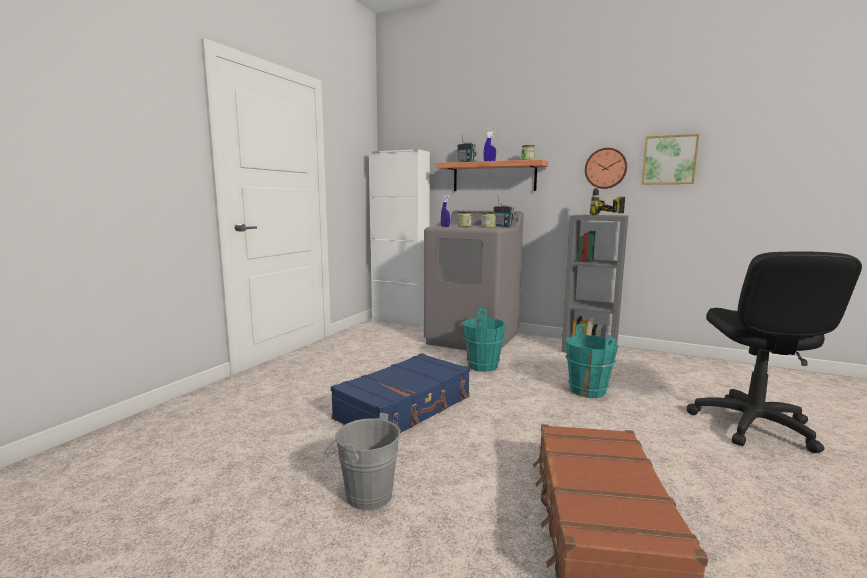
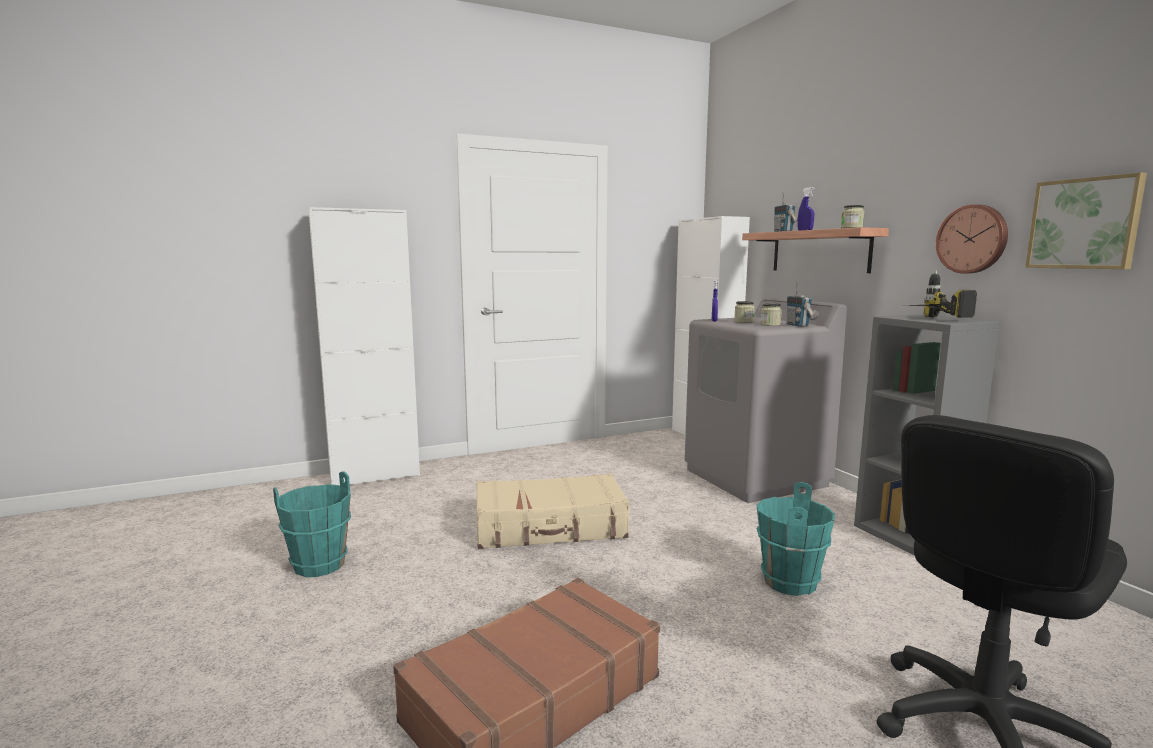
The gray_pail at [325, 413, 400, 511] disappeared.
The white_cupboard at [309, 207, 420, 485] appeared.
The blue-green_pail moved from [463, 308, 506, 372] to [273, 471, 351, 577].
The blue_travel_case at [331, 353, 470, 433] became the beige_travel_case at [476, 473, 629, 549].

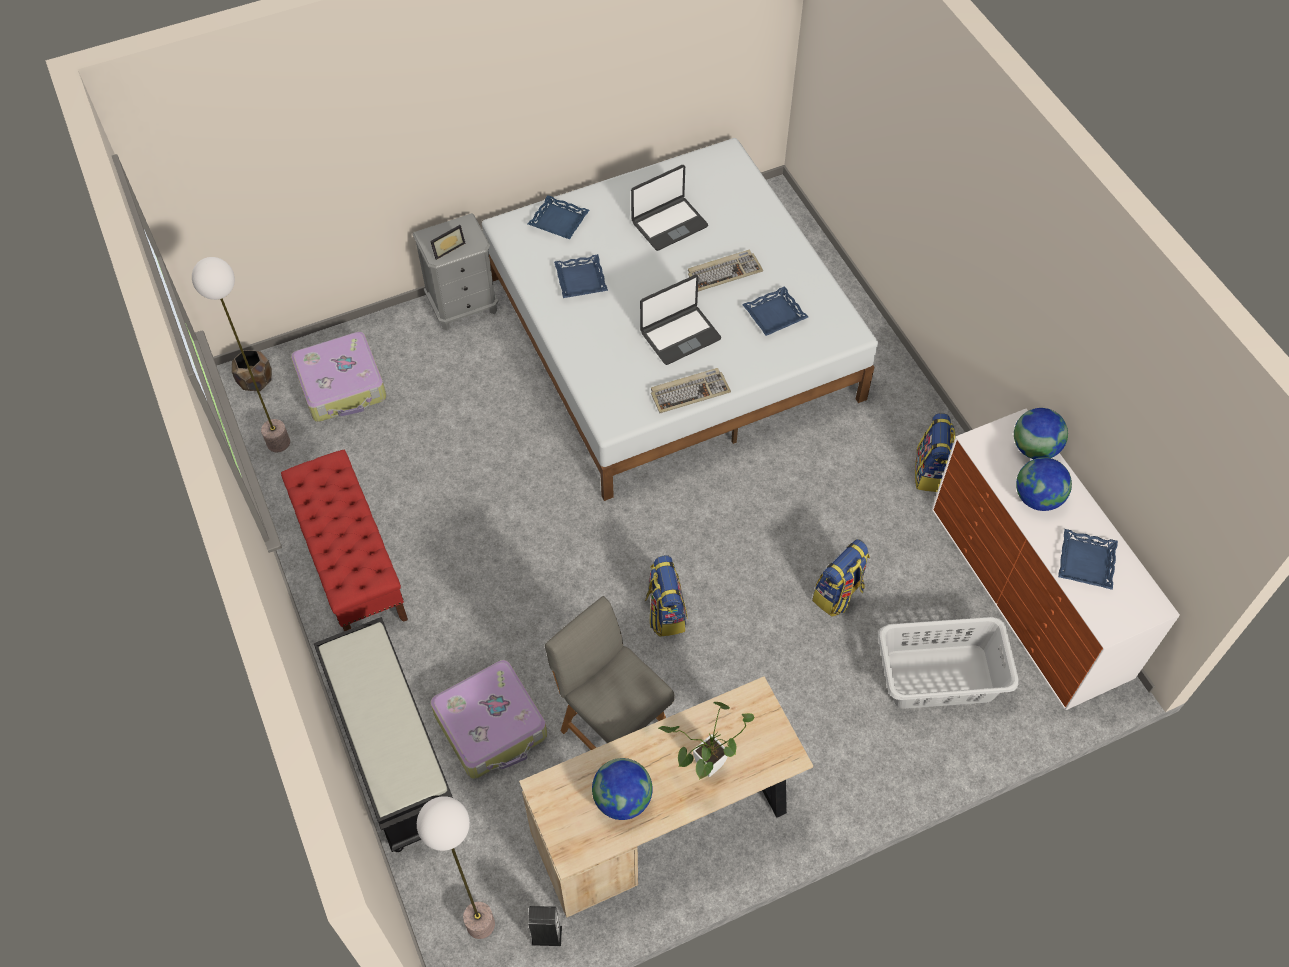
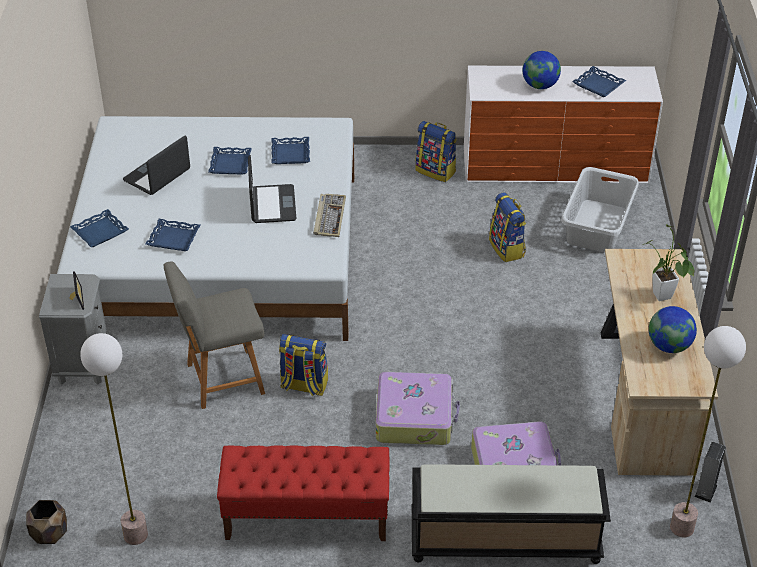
The globe at [1014, 408, 1068, 459] disappeared.
The travel_case moved from [291, 332, 387, 422] to [376, 372, 460, 445].
The gray_plain_chair moved from [545, 596, 675, 750] to [164, 261, 265, 409].
The knapsack moved from [645, 555, 687, 637] to [279, 334, 328, 396].
The PC_keyboard at [688, 250, 763, 292] was replaced by the blue_serving_tray at [208, 147, 252, 175].
The laptop at [631, 165, 708, 251] turned 135 degrees counterclockwise.

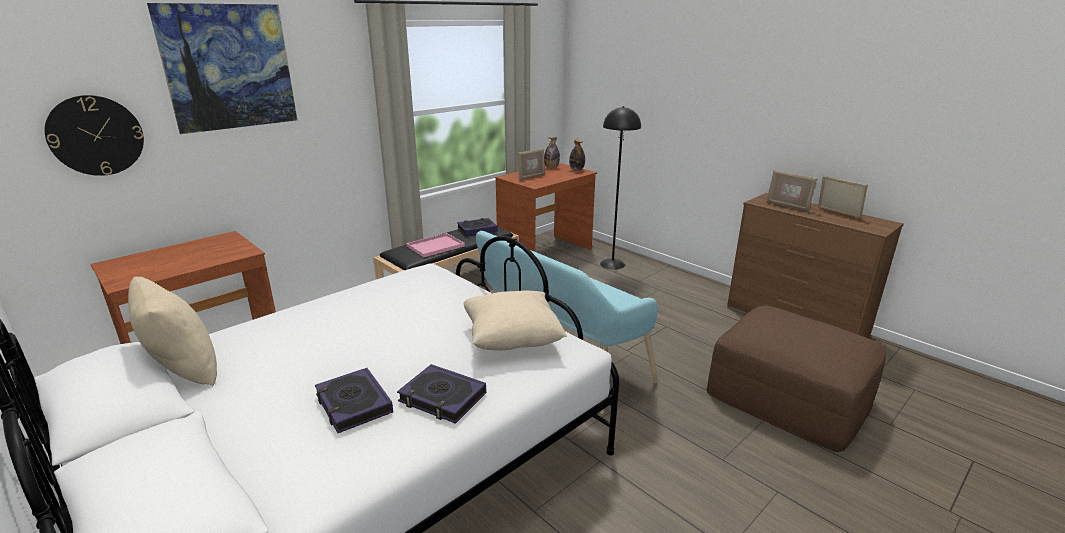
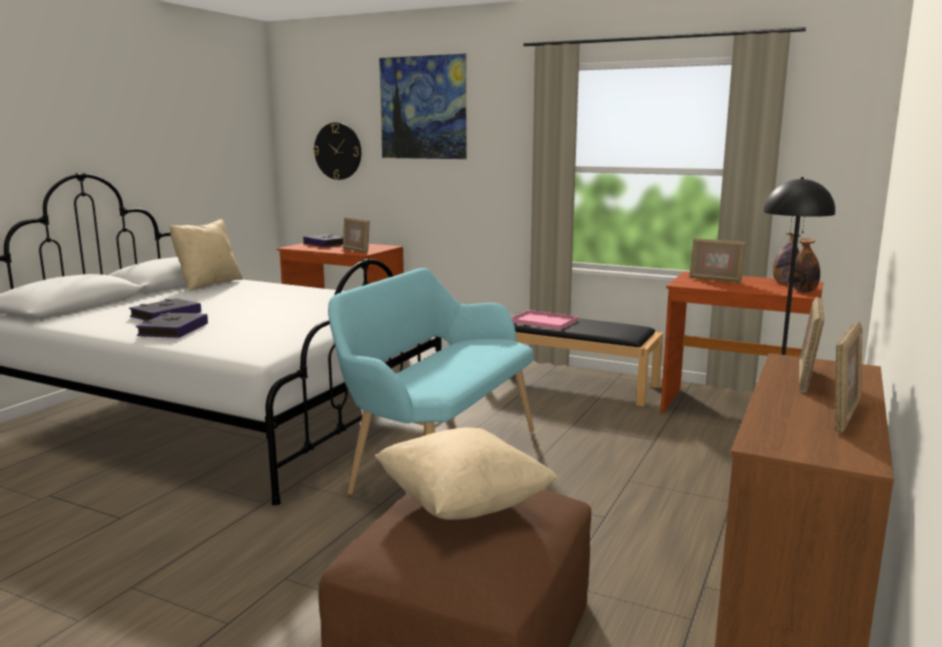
The picture_frame at [343, 217, 370, 253] appeared.
The volume moved from [457, 218, 498, 236] to [303, 234, 343, 247].
The beige_throw_pillow moved from [464, 291, 567, 351] to [375, 428, 558, 520].

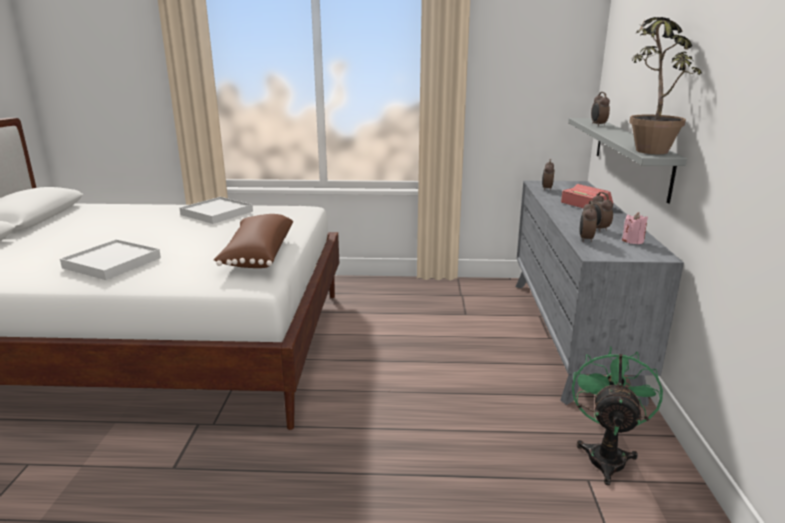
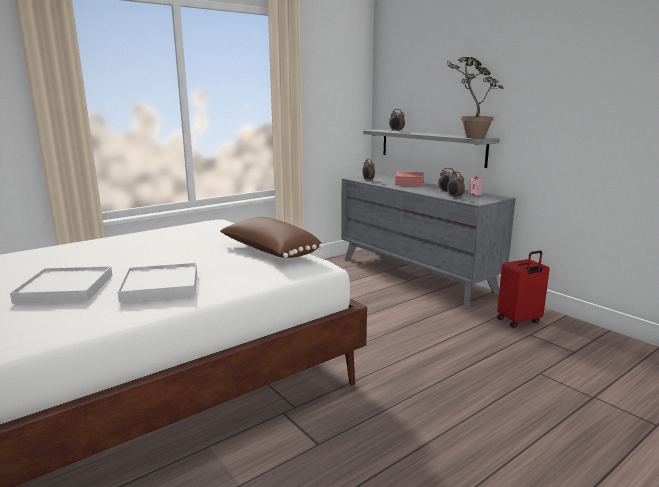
The white_serving_tray moved from [180, 197, 253, 224] to [10, 266, 112, 304].
The green_fan at [572, 346, 663, 485] was replaced by the red-coloured_travel_case at [497, 251, 550, 328].

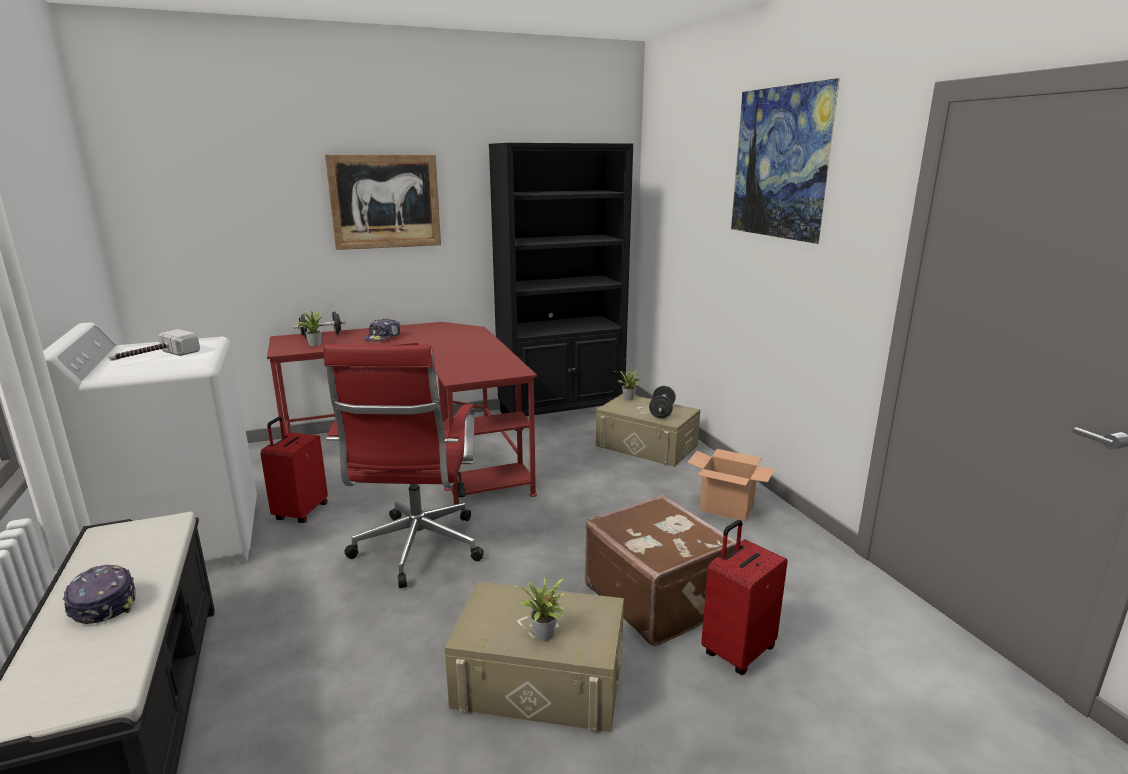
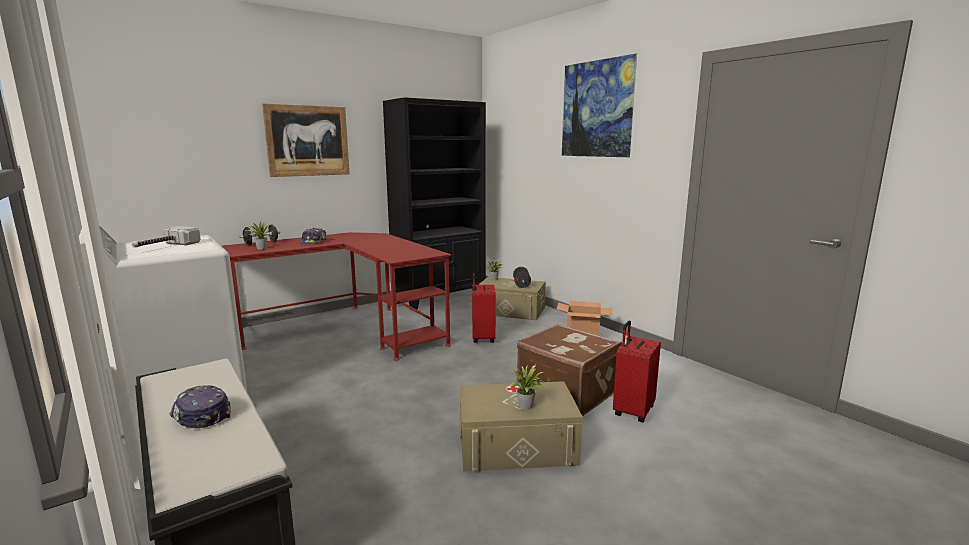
The red-coloured_computer_chair at [323, 344, 484, 588] disappeared.
The red-coloured_travel_case moved from [260, 417, 328, 523] to [472, 273, 496, 343].

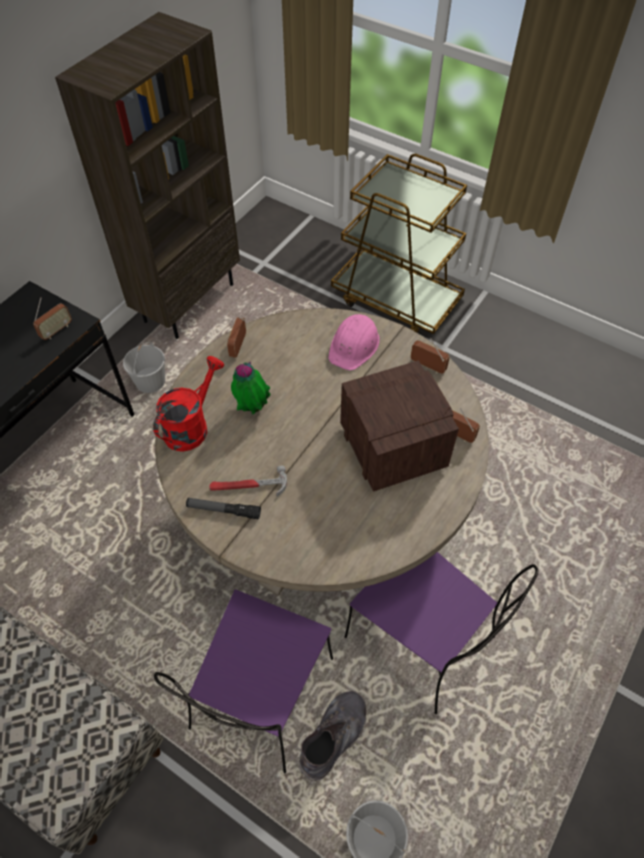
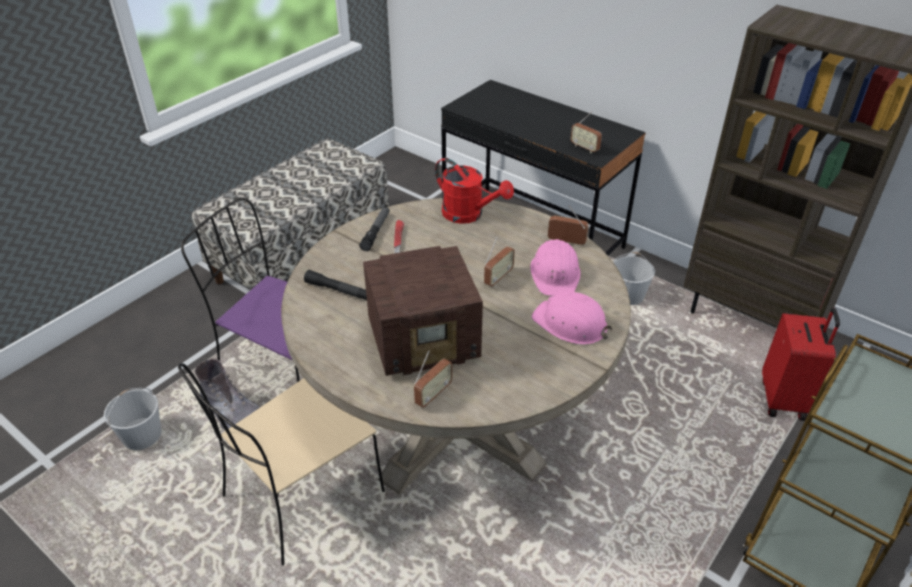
The houseplant at [231, 361, 271, 415] disappeared.
The black_torch at [304, 270, 367, 300] appeared.
The pinkish_safety_helmet at [530, 239, 581, 296] appeared.
The red-coloured_travel_case at [762, 308, 840, 421] appeared.
The radio_set moved from [411, 338, 450, 373] to [484, 236, 515, 286].
The purple-coloured_plain_chair at [345, 552, 538, 714] became the beige_plain_chair at [178, 363, 385, 566].

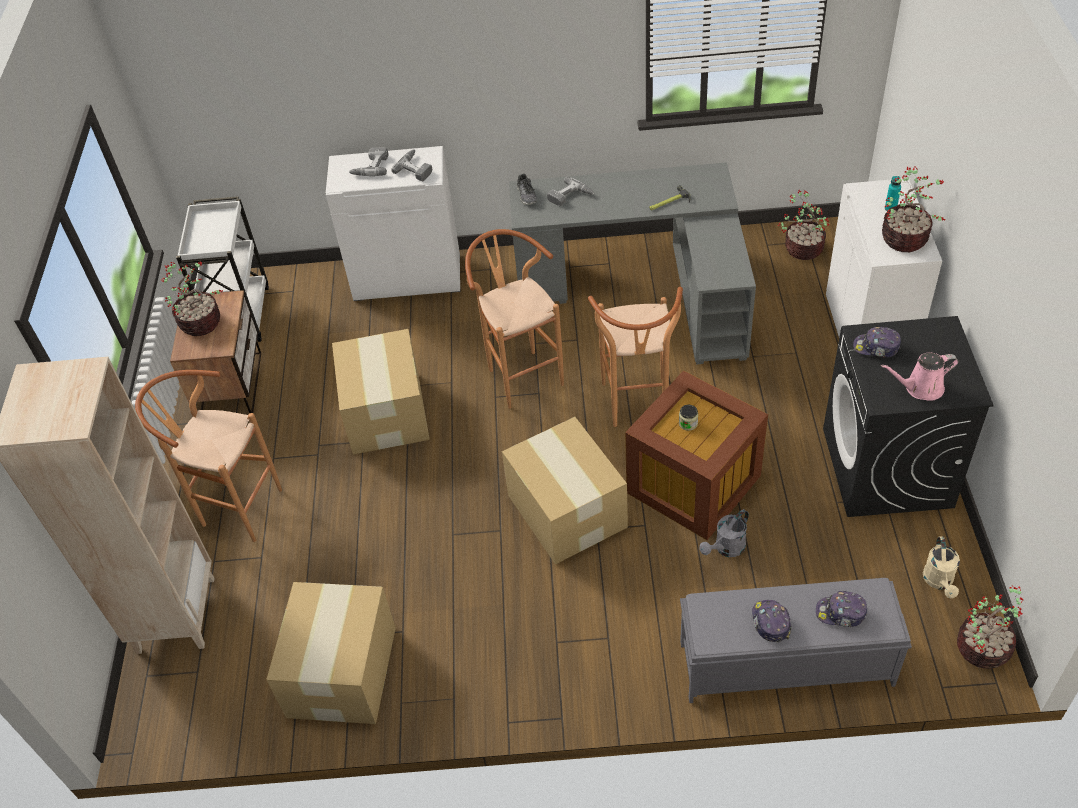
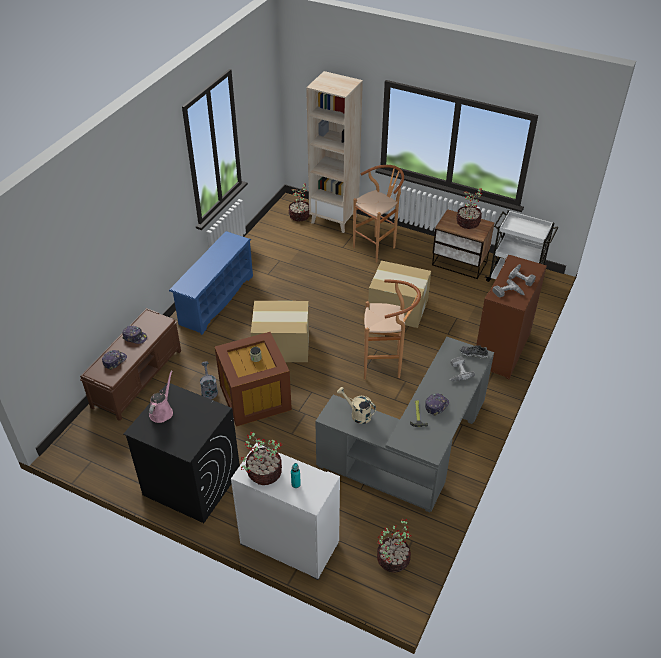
The cardboard_box at [266, 582, 396, 724] disappeared.
The brown-coloured_stool at [588, 287, 683, 427] disappeared.
The blue_shoe_stand at [169, 231, 253, 335] appeared.
The baseball_cap moved from [853, 327, 901, 358] to [425, 393, 449, 416].
The beige_watering_pot moved from [923, 536, 960, 598] to [337, 387, 376, 424].
The houseplant moved from [957, 585, 1023, 669] to [289, 183, 310, 222].
The white_cupboard at [326, 146, 461, 301] became the brown-coloured_cupboard at [476, 255, 547, 379].
The gray_indoor_bench at [680, 578, 912, 703] became the brown-coloured_indoor_bench at [80, 308, 181, 421].

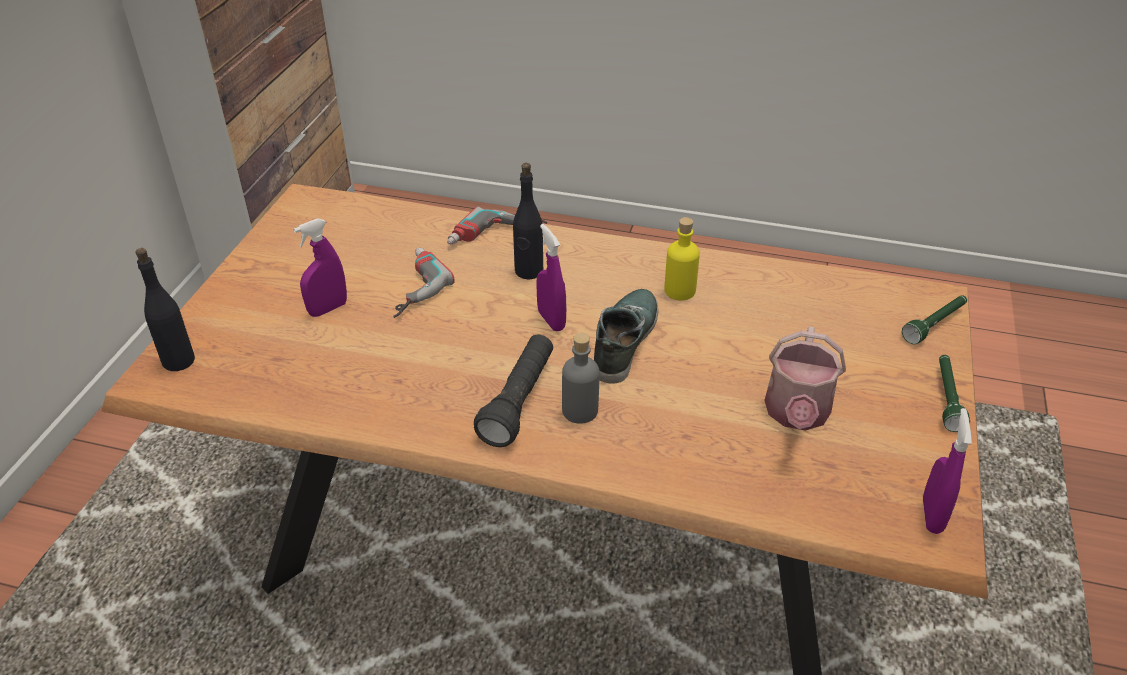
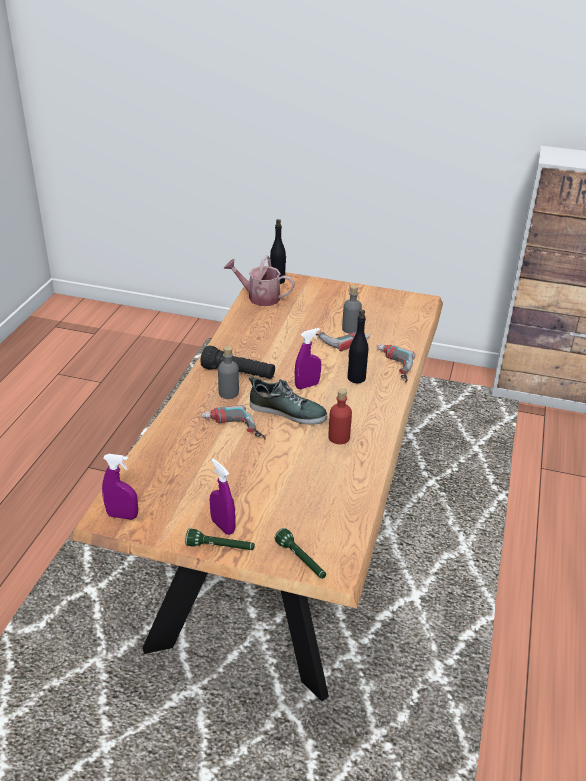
The power_drill at [201, 405, 266, 440] appeared.
The gray_drink_bottle at [342, 285, 362, 334] appeared.
The purple-coloured_sprayer moved from [293, 218, 347, 317] to [210, 459, 236, 535].
The watering_pot moved from [764, 326, 846, 431] to [224, 255, 295, 306].
The yellowish_drink_bottle at [664, 217, 700, 300] became the red-coloured_drink_bottle at [328, 388, 352, 444].

